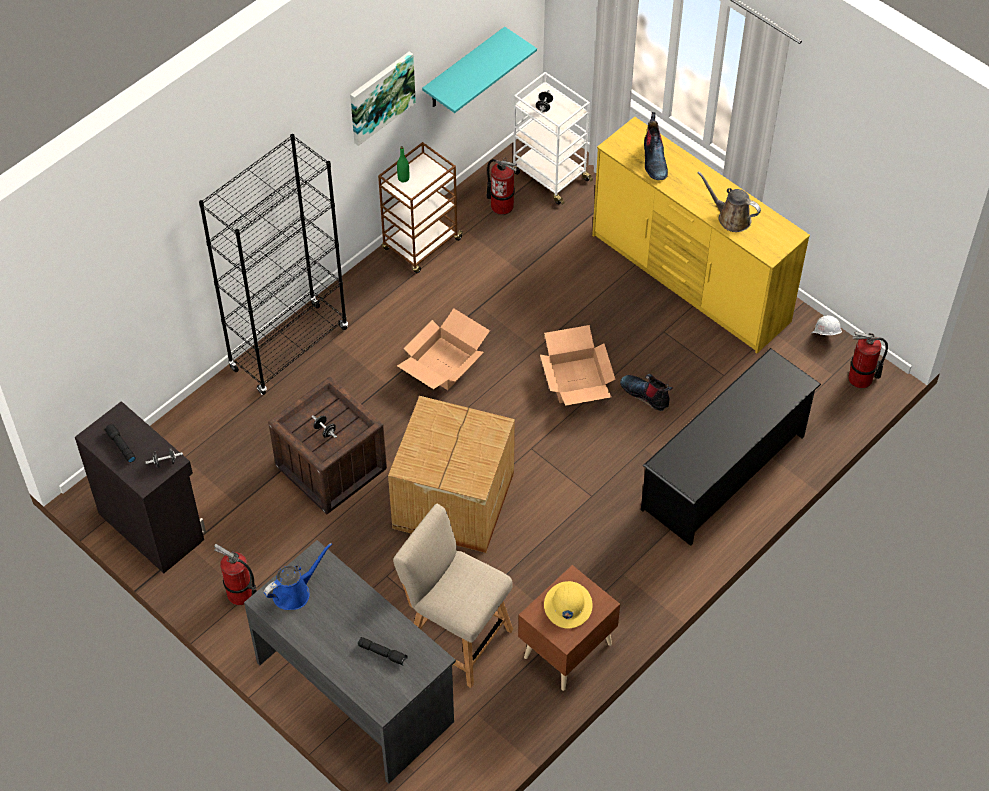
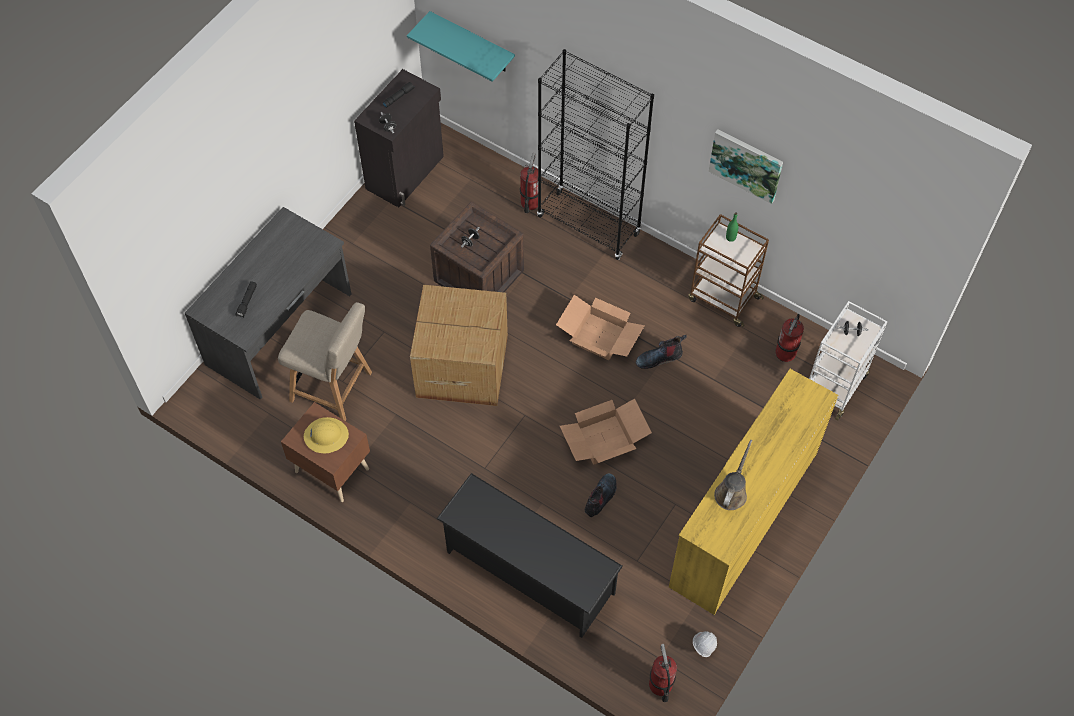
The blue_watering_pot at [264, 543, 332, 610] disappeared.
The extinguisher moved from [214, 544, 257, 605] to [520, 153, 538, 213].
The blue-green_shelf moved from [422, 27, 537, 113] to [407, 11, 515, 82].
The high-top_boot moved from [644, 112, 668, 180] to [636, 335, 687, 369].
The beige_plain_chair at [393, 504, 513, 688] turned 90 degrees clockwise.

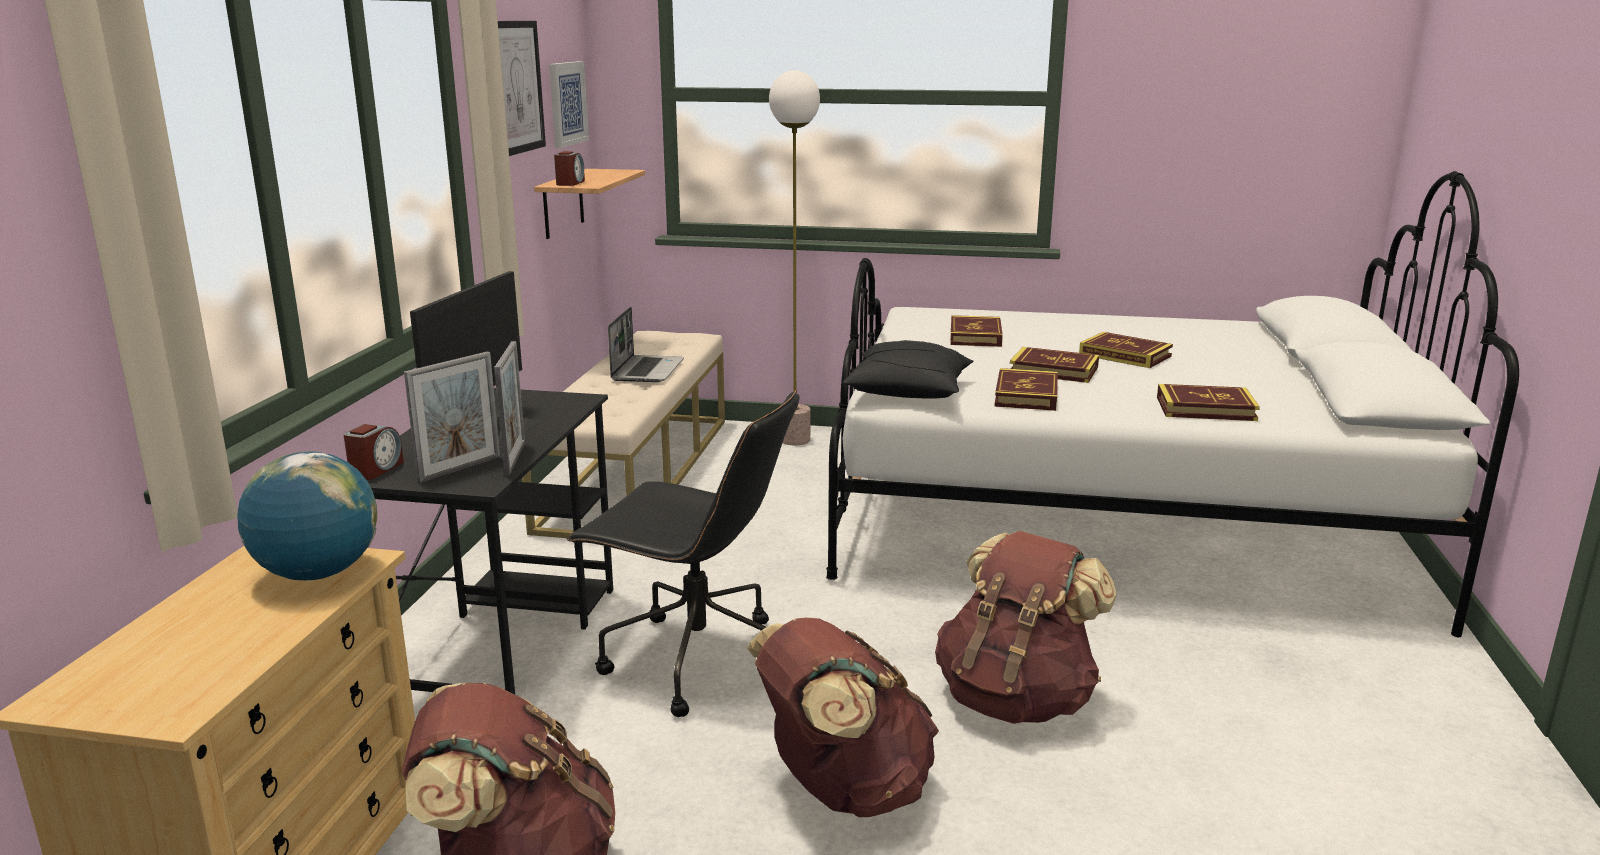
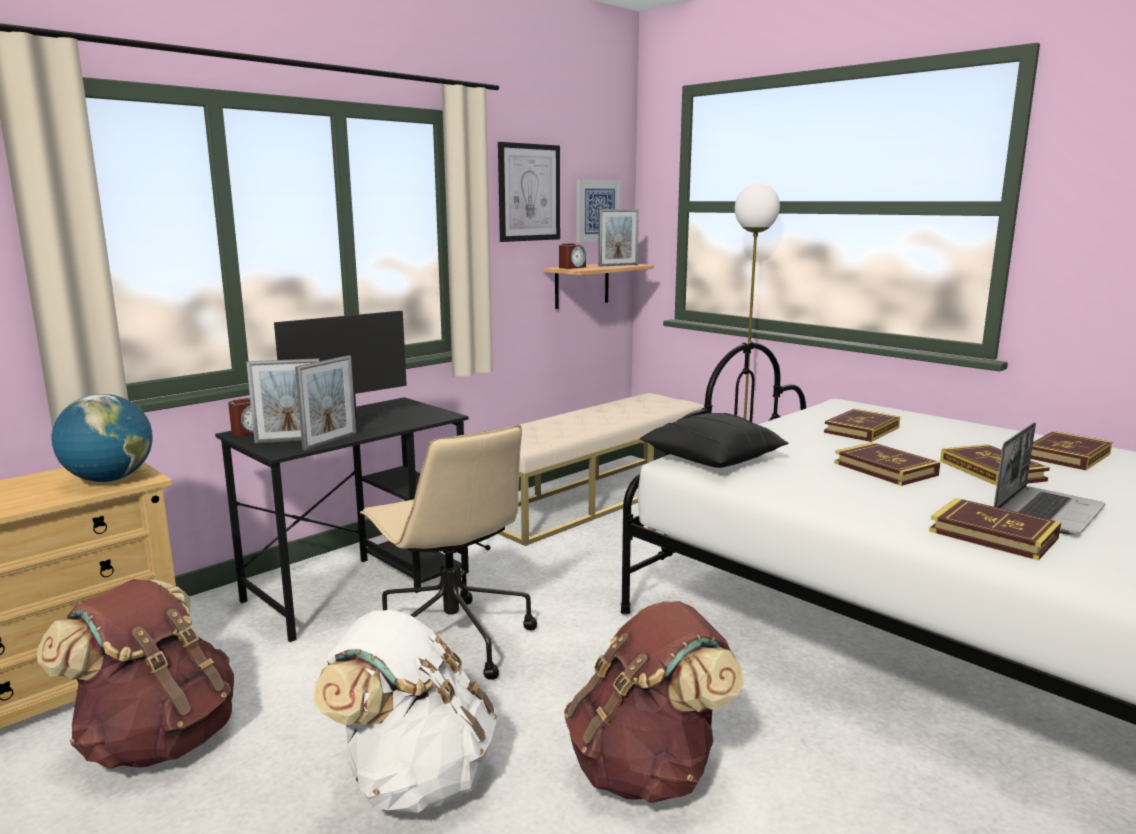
The picture_frame at [598, 209, 639, 267] appeared.
The laptop moved from [608, 307, 684, 382] to [994, 422, 1106, 535].
The volume moved from [994, 368, 1058, 411] to [1031, 431, 1112, 470].
The black_computer_chair at [567, 390, 800, 717] became the beige_computer_chair at [360, 425, 537, 680].
The brown-coloured_knapsack at [747, 617, 939, 817] became the white_knapsack at [313, 610, 497, 813].

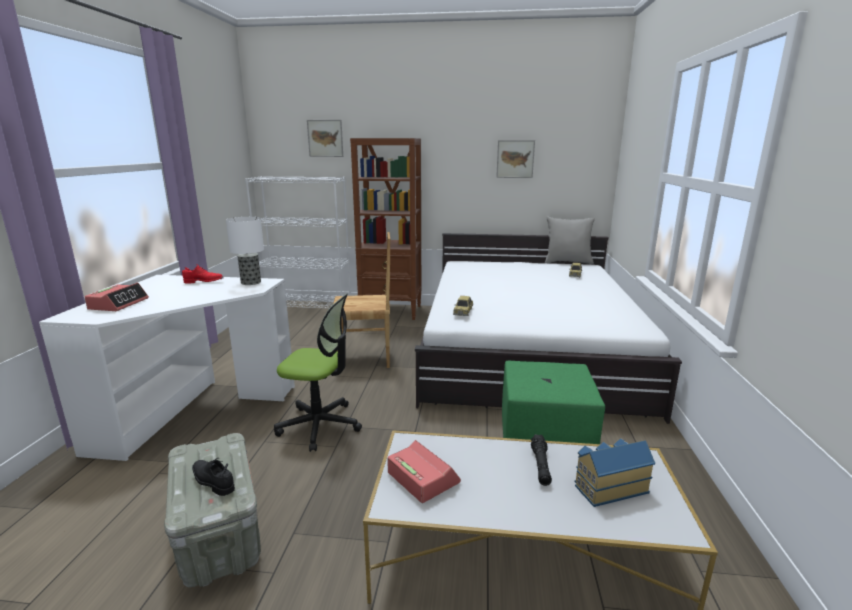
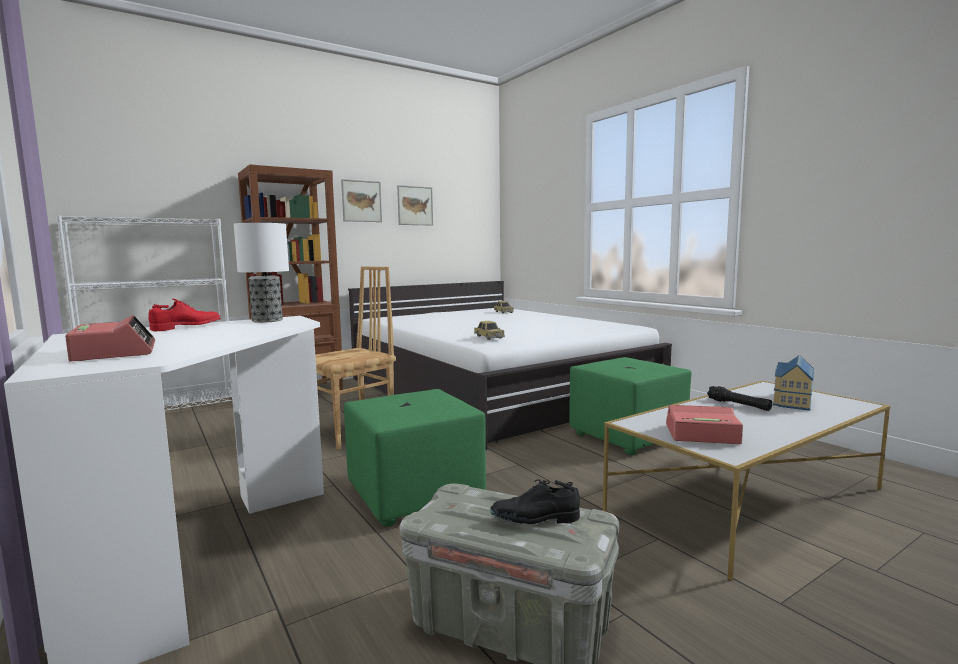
The gray_throw_pillow at [545, 217, 595, 264] disappeared.
The picture moved from [307, 120, 343, 157] to [341, 179, 382, 222].
The computer_chair at [274, 294, 362, 452] was replaced by the green_footrest at [344, 389, 486, 527].

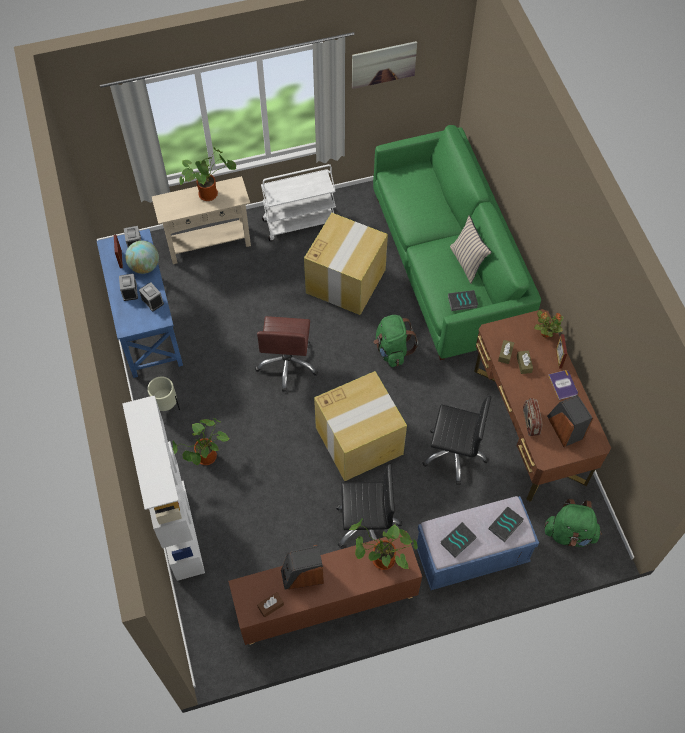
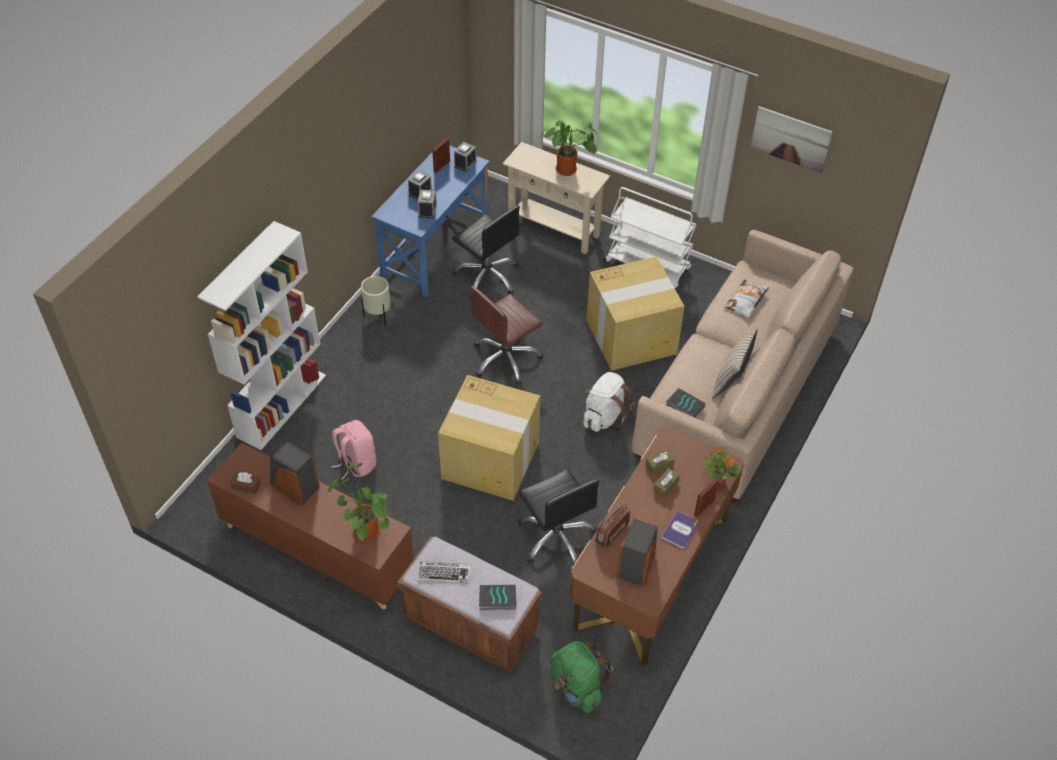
The globe at [125, 241, 159, 274] disappeared.
The houseplant at [172, 418, 229, 465] disappeared.
The pinkish_knapsack at [332, 420, 376, 480] appeared.
The throw_pillow at [724, 279, 769, 317] appeared.
The black_computer_chair moved from [336, 464, 402, 548] to [452, 205, 520, 299].
The volume at [440, 522, 477, 558] was replaced by the PC_keyboard at [418, 561, 470, 583].
The green_couch at [373, 125, 541, 360] became the beige_couch at [632, 230, 854, 503].
The green_knapsack at [373, 315, 418, 367] became the white_knapsack at [583, 372, 635, 432].
The blue_indoor_bench at [417, 496, 539, 590] became the brown-coloured_indoor_bench at [398, 536, 542, 672].

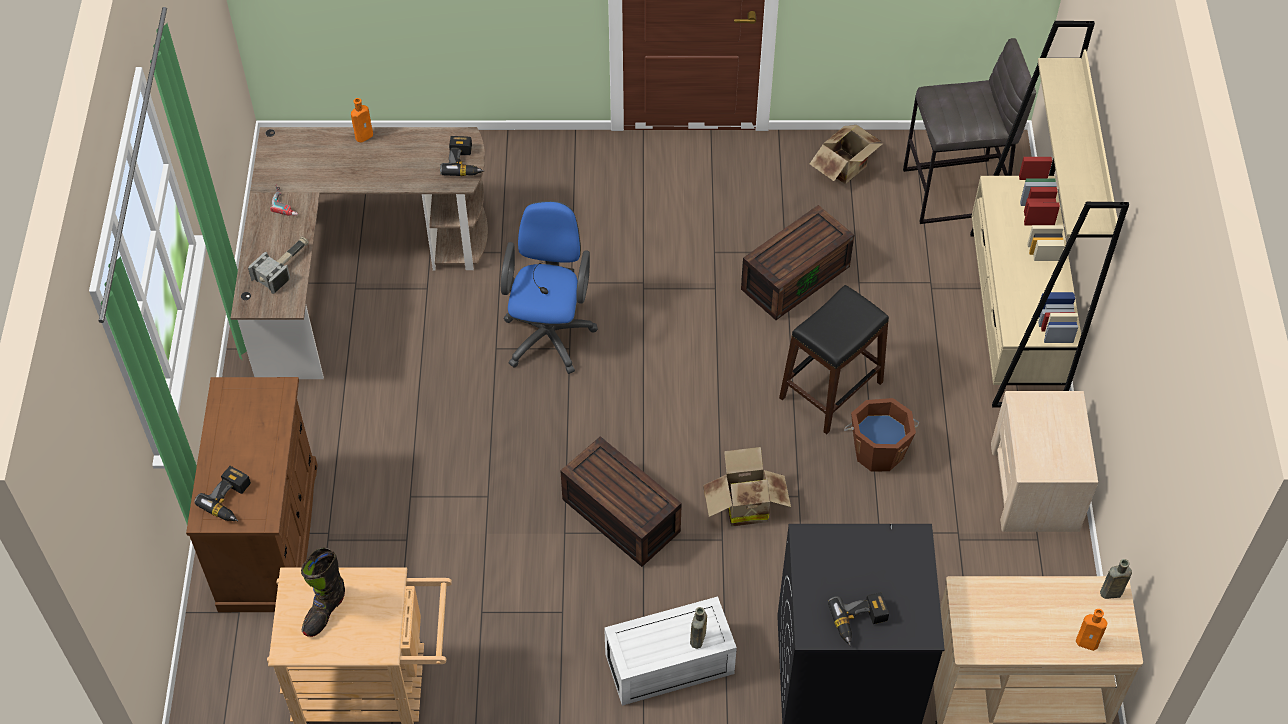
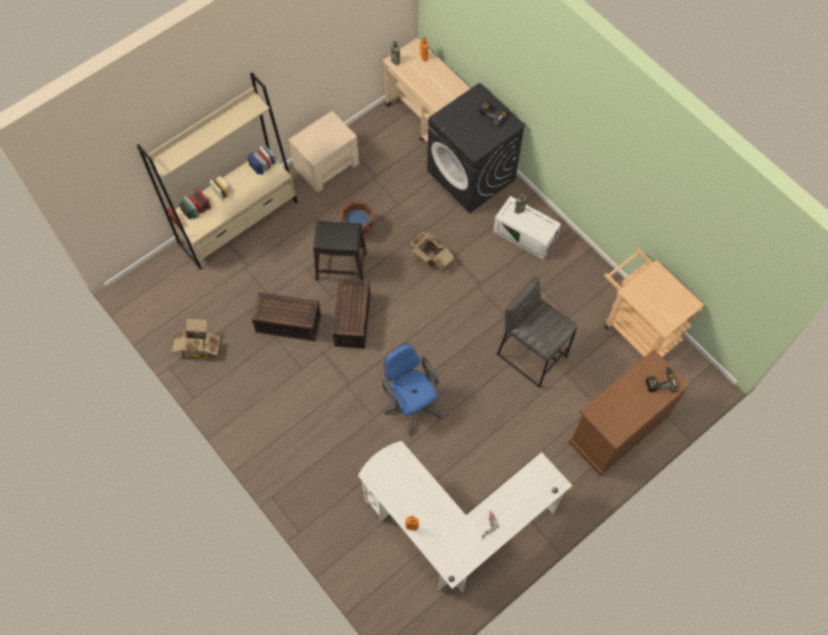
The hand_hammer at [248, 237, 309, 294] disappeared.
The black_high-top_boot at [301, 548, 345, 637] disappeared.
The power_drill at [440, 136, 484, 176] disappeared.
The brown-coloured_storage_box moved from [560, 436, 682, 567] to [333, 279, 370, 348].
The gray_stool moved from [903, 38, 1036, 224] to [497, 276, 578, 388].
The brown-coloured_desk at [231, 127, 488, 379] became the white_desk at [358, 441, 572, 592].
The blue_computer_chair at [501, 201, 598, 374] turned 90 degrees clockwise.

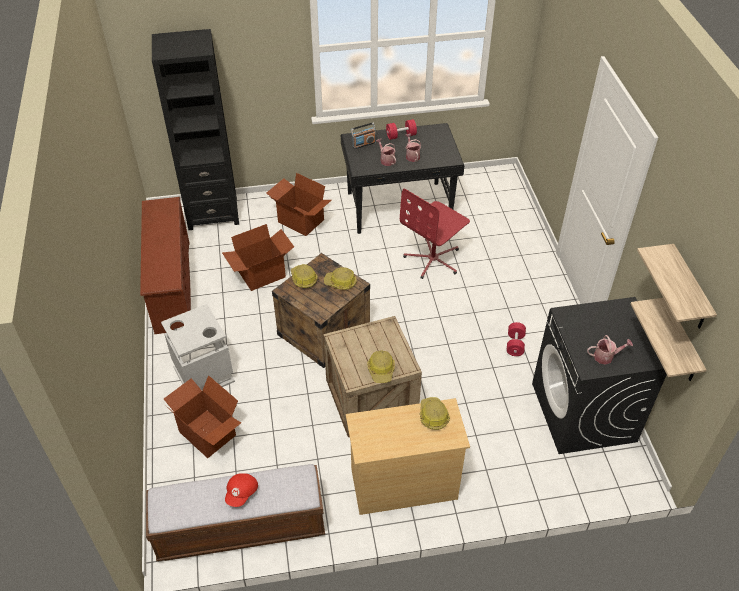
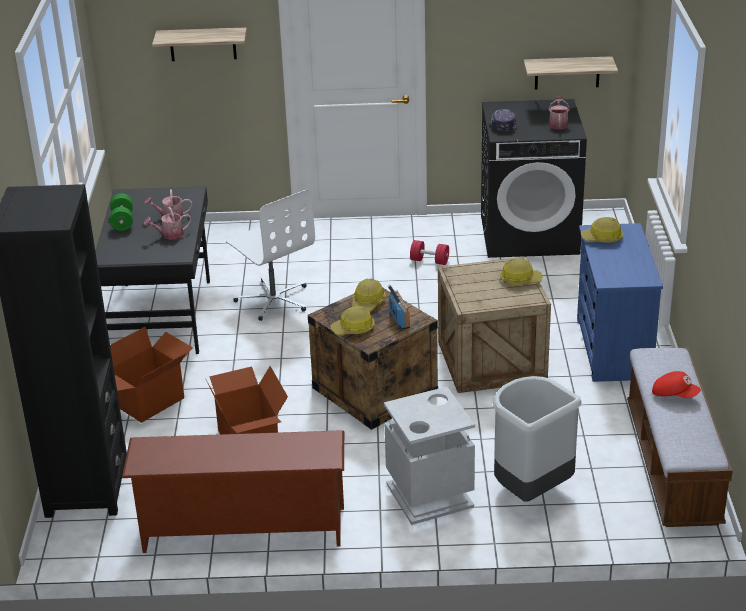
The baseball_cap at [490, 109, 517, 132] appeared.
The radio_set moved from [351, 122, 376, 149] to [388, 285, 410, 330].
The shelf moved from [637, 244, 717, 329] to [152, 27, 247, 61].
The cardboard_box at [164, 375, 241, 458] was replaced by the gray_trash_can at [493, 376, 582, 502].
The beige_drawer_chest at [346, 398, 470, 515] became the blue_drawer_chest at [577, 223, 663, 382].
The red-coloured_hand_weight at [386, 119, 417, 140] became the green_hand_weight at [110, 193, 133, 231].
The red-coloured_computer_chair at [400, 188, 470, 279] became the white_computer_chair at [226, 189, 315, 321].

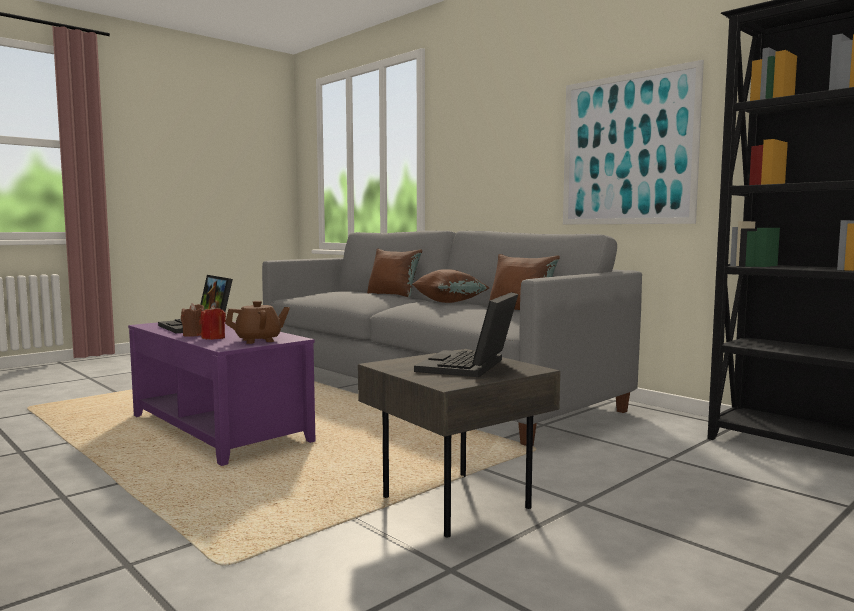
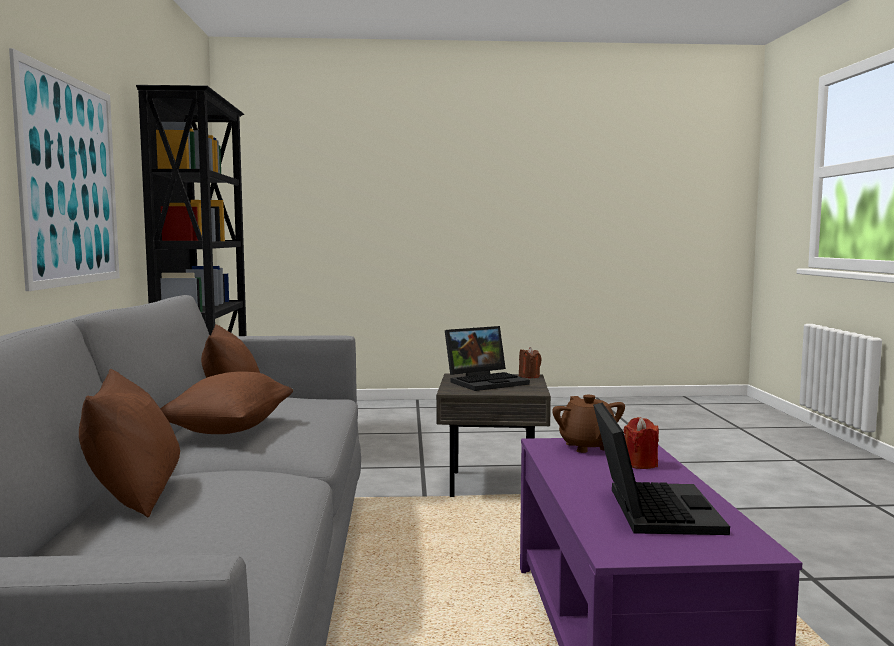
The brown-coloured_wax_candle moved from [181, 303, 204, 337] to [519, 347, 542, 378].
The brown-coloured_tea_pot at [225, 301, 290, 344] turned 120 degrees counterclockwise.

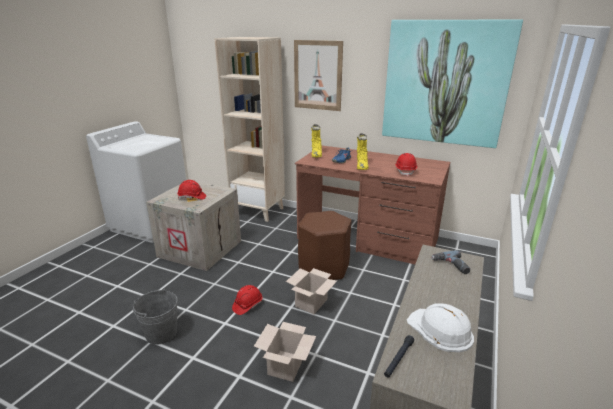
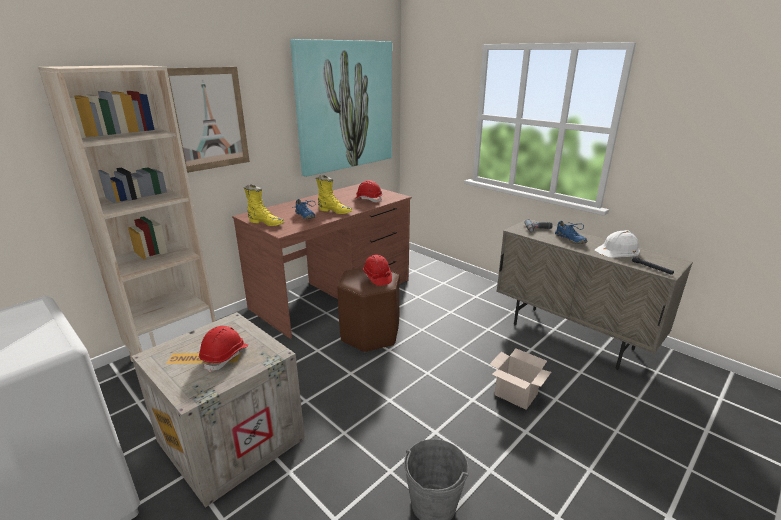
The cardboard_box at [286, 268, 337, 314] disappeared.
The blue_item_of_footwear at [555, 221, 587, 244] appeared.
The red-coloured_safety_helmet moved from [232, 285, 262, 315] to [363, 255, 392, 286].

